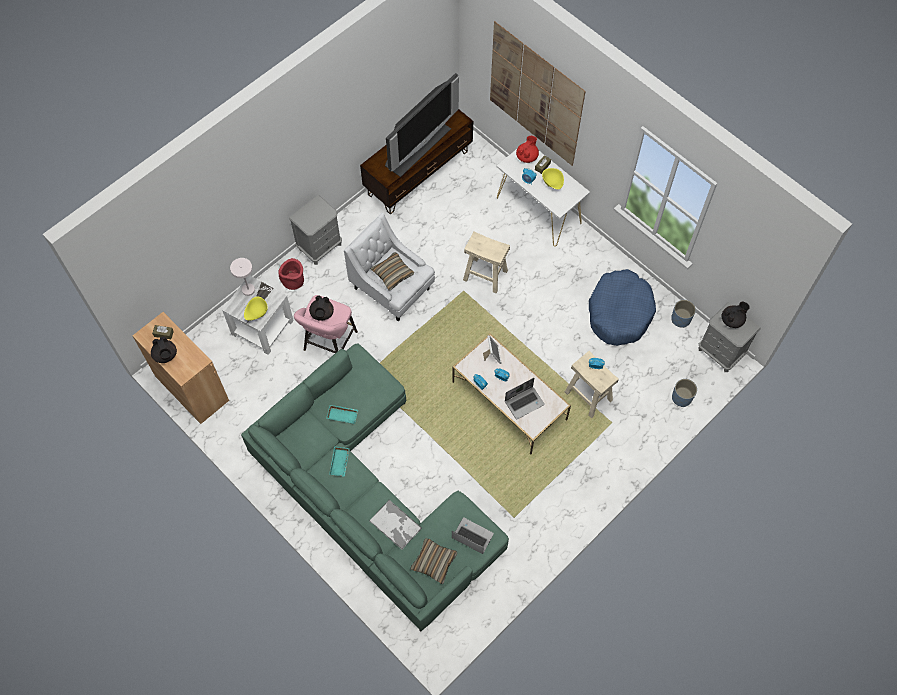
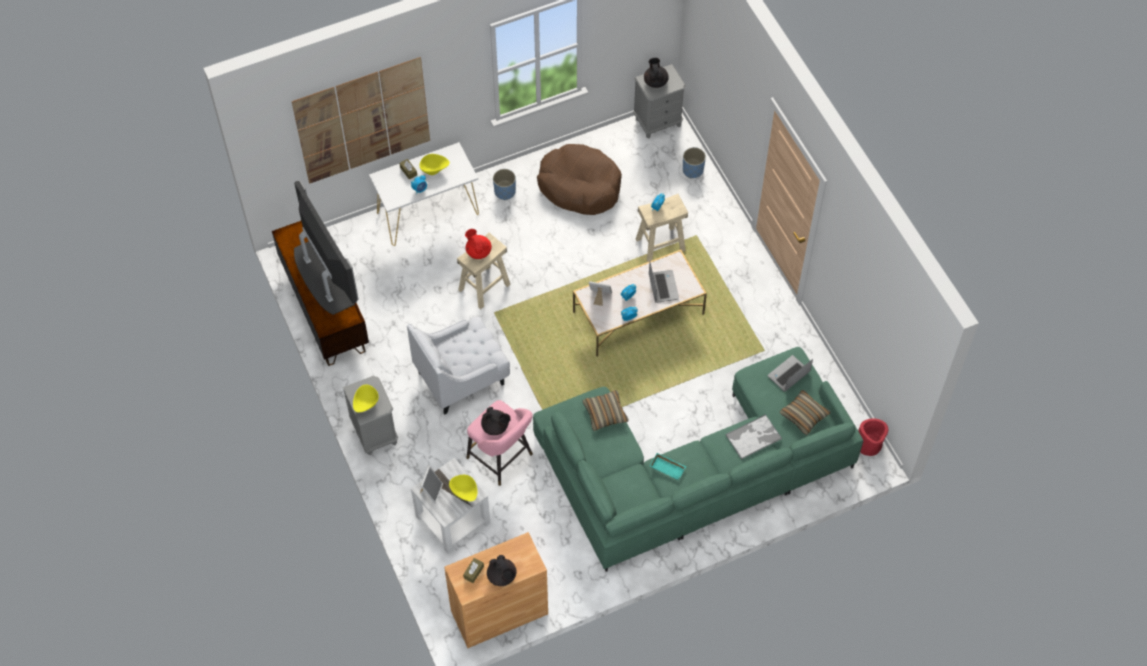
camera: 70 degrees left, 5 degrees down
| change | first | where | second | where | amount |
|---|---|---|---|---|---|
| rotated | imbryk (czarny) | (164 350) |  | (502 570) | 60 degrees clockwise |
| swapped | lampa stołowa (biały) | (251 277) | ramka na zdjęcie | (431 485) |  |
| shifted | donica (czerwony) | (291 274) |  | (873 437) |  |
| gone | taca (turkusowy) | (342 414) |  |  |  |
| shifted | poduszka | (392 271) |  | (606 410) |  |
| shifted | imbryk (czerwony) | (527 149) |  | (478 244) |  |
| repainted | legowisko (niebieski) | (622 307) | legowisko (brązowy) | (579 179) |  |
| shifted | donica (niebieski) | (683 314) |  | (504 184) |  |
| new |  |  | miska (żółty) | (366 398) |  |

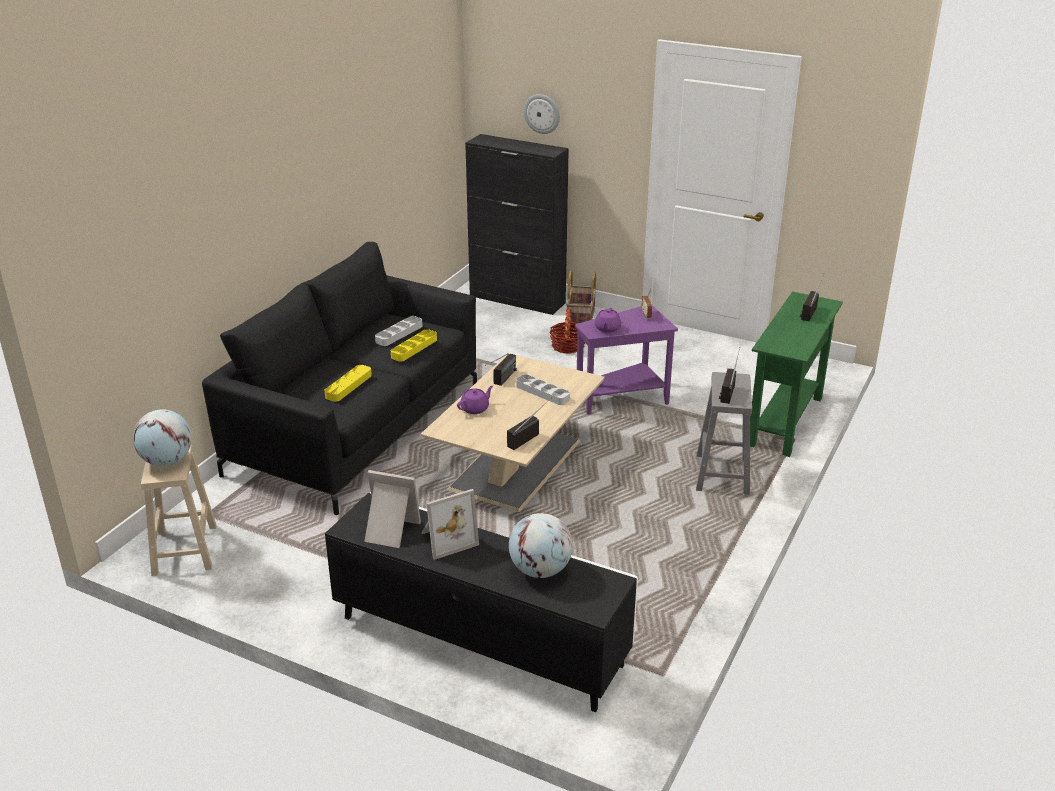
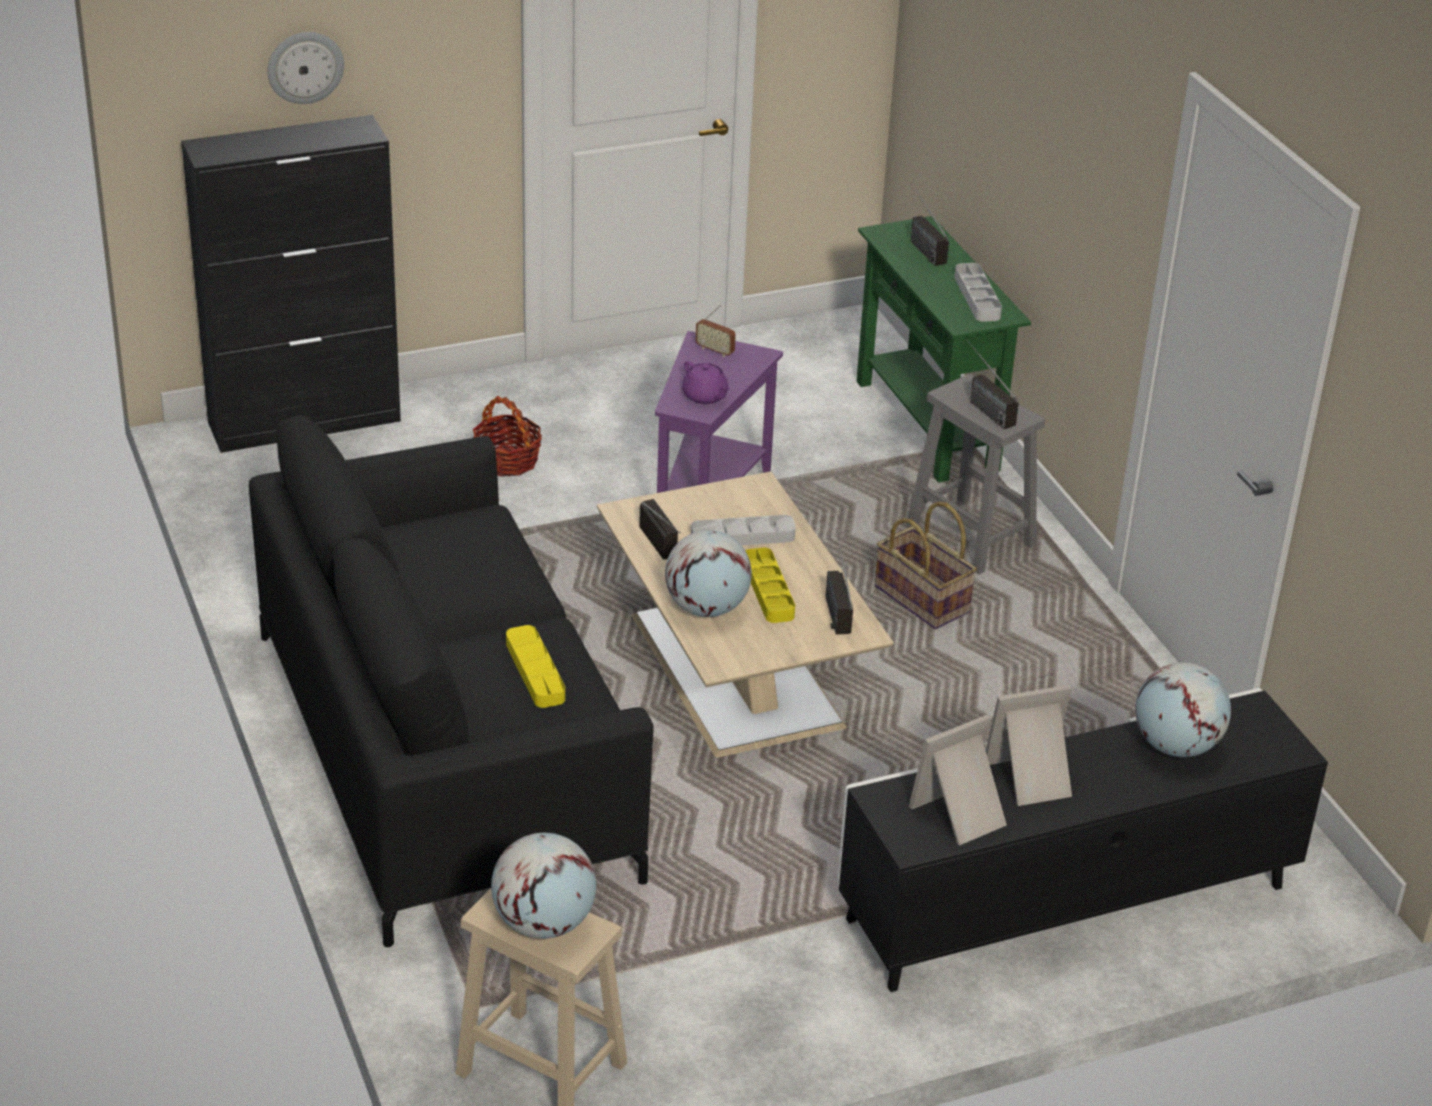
camera: 50 degrees left, 5 degrees up
| change | first | where | second | where | amount |
|---|---|---|---|---|---|
| shifted | taca (szary) | (399 331) |  | (978 292) |  |
| shifted | taca (żółty) | (414 345) |  | (770 585) |  |
| rotated | ramka na zdjęcie | (450 524) |  | (1029 745) | 120 degrees counterclockwise |
| swapped | imbryk (fioletowy) | (475 399) | globus | (708 573) |  |
| shifted | koszyk | (581 296) |  | (926 565) |  |

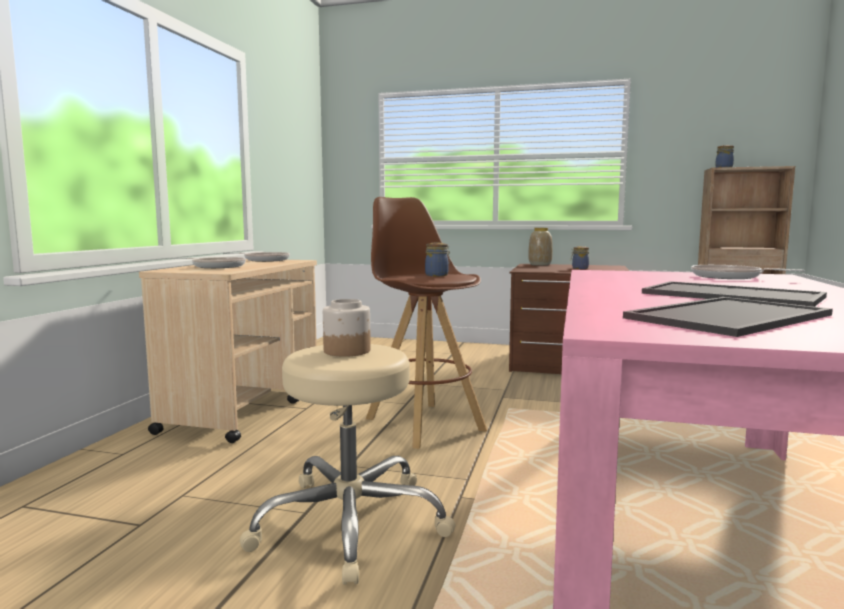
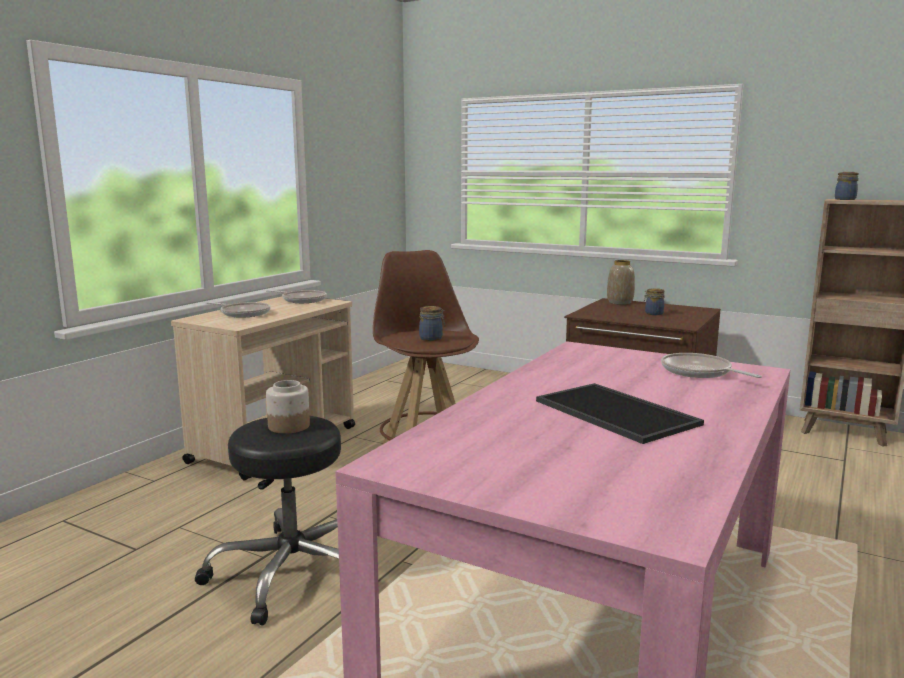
camera: 15 degrees right, 5 degrees up
| change | first | where | second | where | amount |
|---|---|---|---|---|---|
| repainted | stołek (beżowy) | (347 464) | stołek (czarny) | (268 520) |  |
| gone | taca | (728 317) |  |  |  |

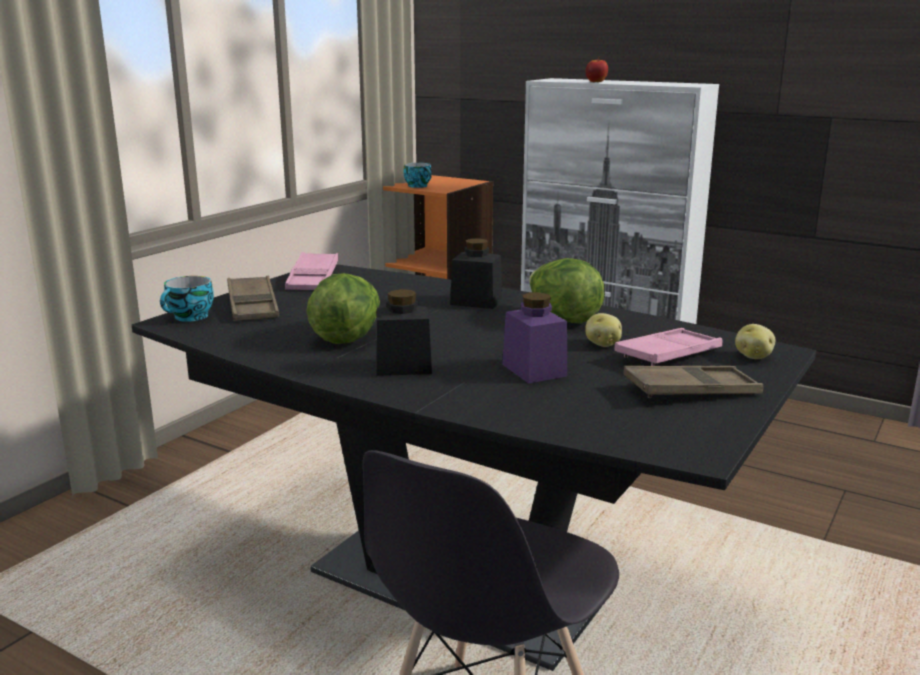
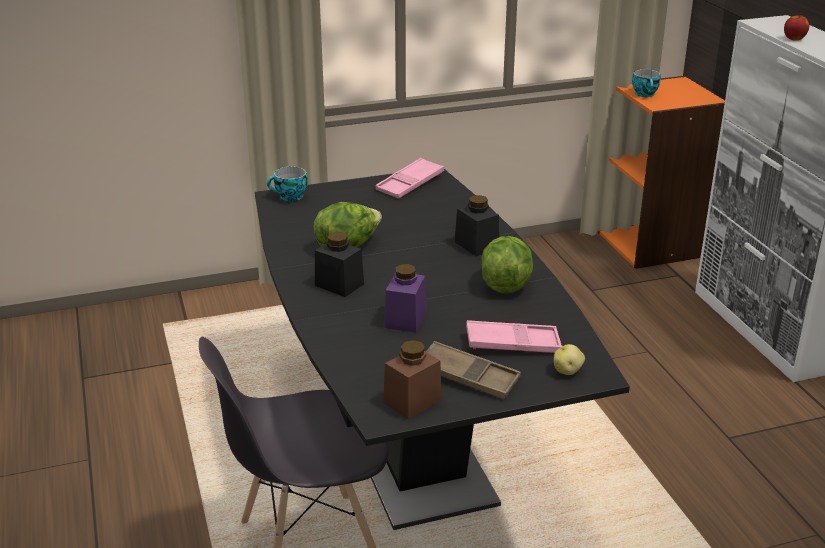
camera: 40 degrees right, 10 degrees up
| change | first | where | second | where | amount |
|---|---|---|---|---|---|
| gone | taca (brązowy) | (253 298) |  |  |  |
| gone | ziemniak | (603 330) |  |  |  |
| new |  |  | słoik (brązowy) | (412 379) |  |

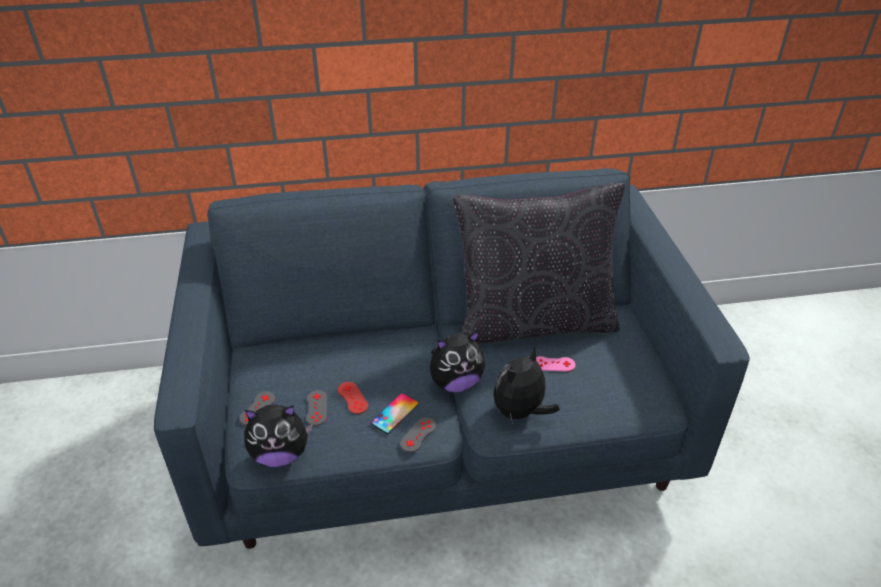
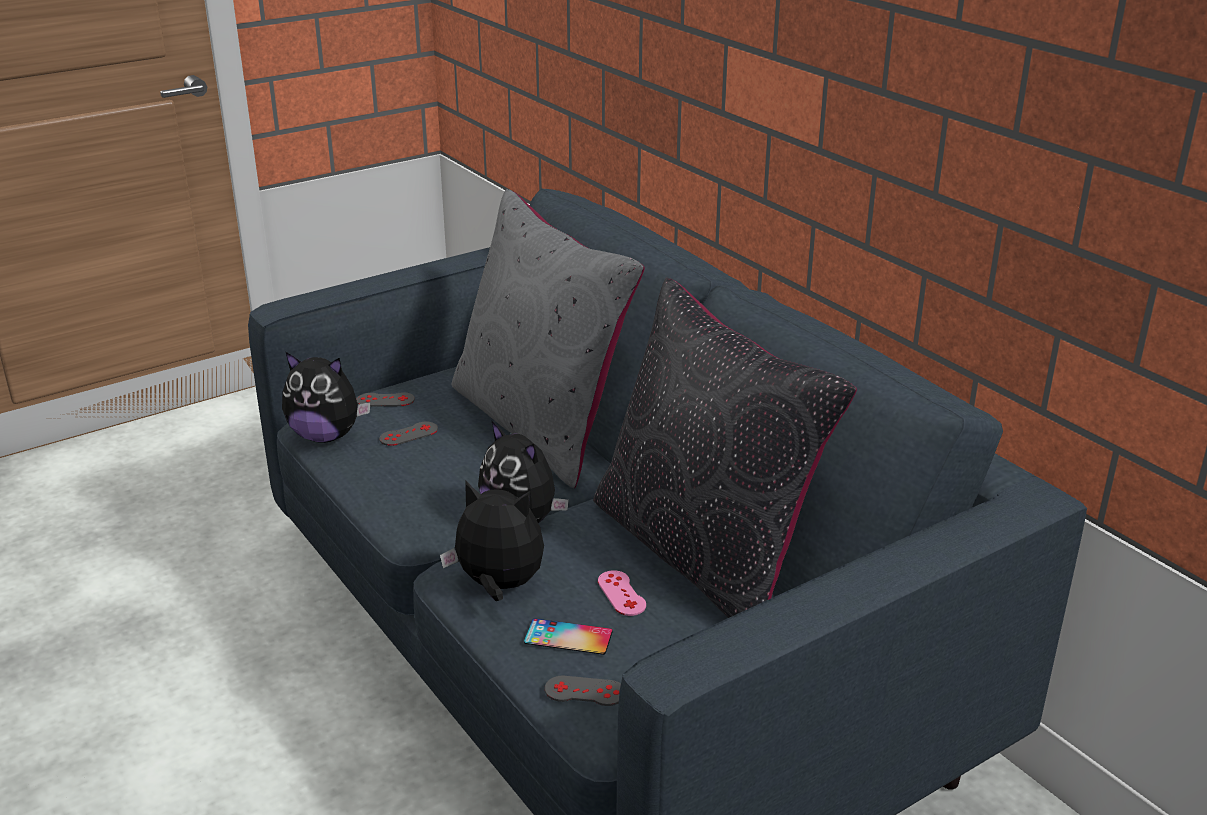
camera: 65 degrees right, 10 degrees down
| change | first | where | second | where | amount |
|---|---|---|---|---|---|
| rotated | pluszak | (278 435) |  | (326 397) | 45 degrees counterclockwise |
| gone | pad do gier (czerwony) | (353 398) |  |  |  |
| shifted | telefon | (394 413) |  | (568 636) |  |
| shifted | pad do gier (szary) | (418 434) |  | (583 691) |  |
| new |  |  | poduszka (szary) | (548 338) |  |

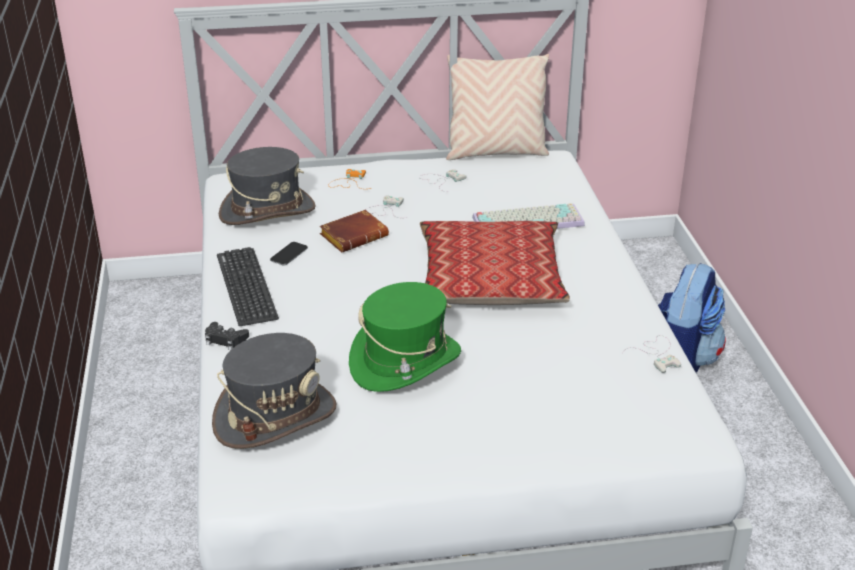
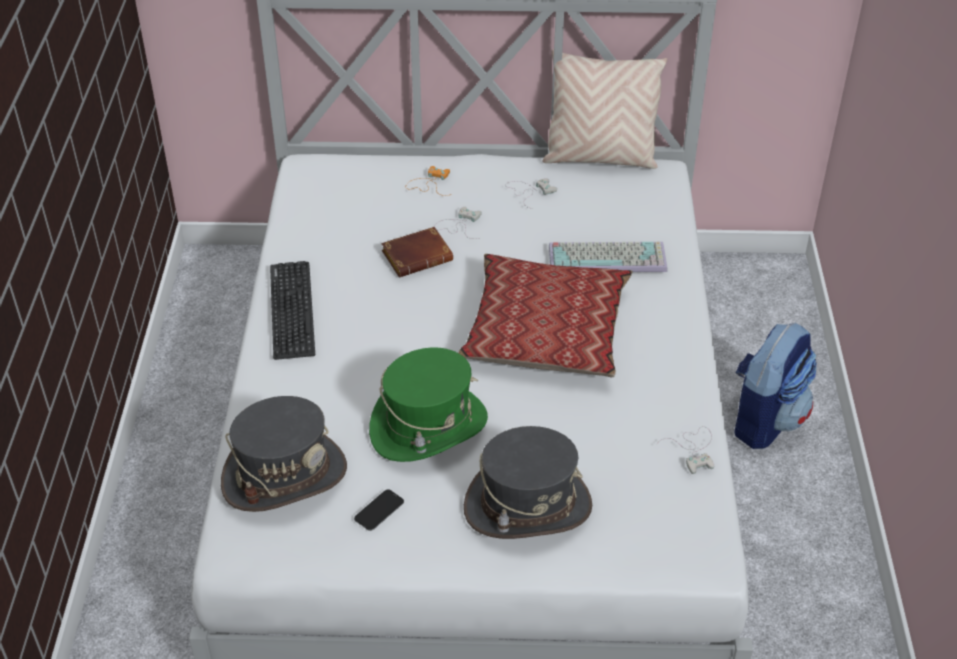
camera: 10 degrees right, 10 degrees up
| change | first | where | second | where | amount |
|---|---|---|---|---|---|
| gone | pad do gier (czarny) | (227 336) |  |  |  |
| shifted | kapelusz (szary) | (267 186) |  | (528 482) |  |
| shifted | telefon | (289 254) |  | (379 510) |  |

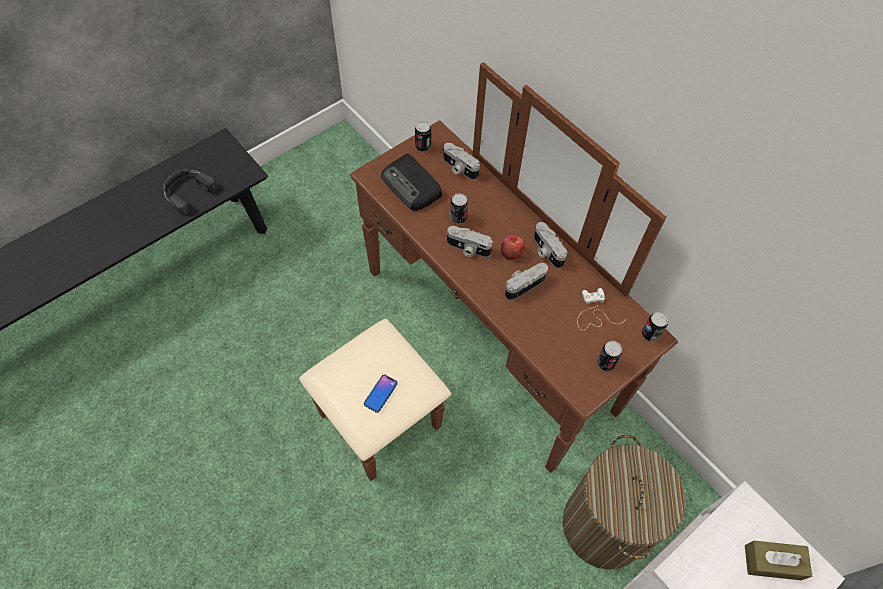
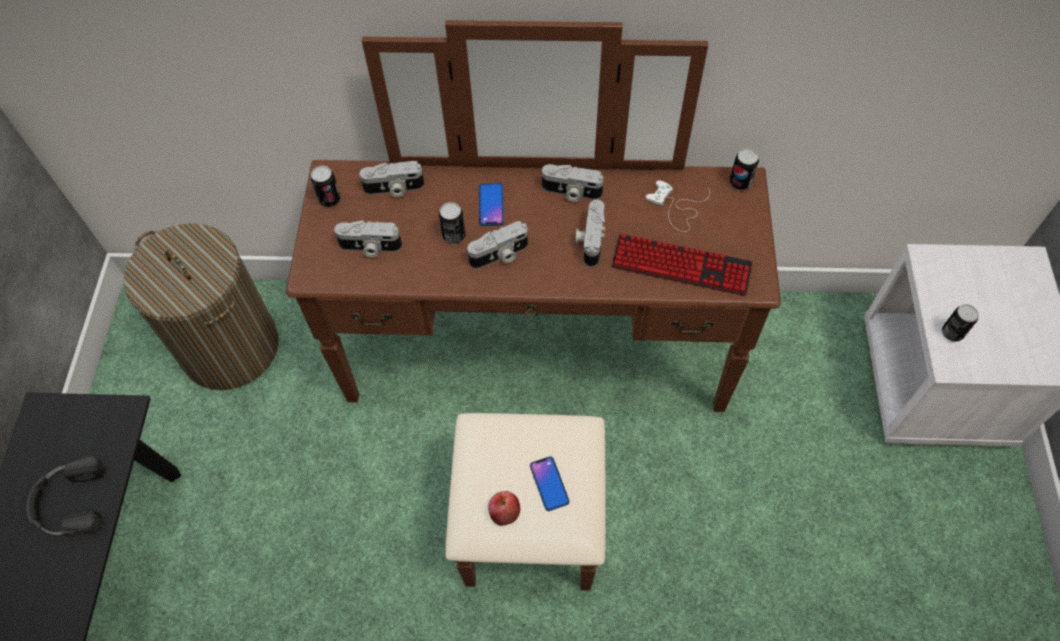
camera: 45 degrees left, 0 degrees up
| change | first | where | second | where | amount |
|---|---|---|---|---|---|
| swapped | radio | (411 182) | aparat fotograficzny | (368 238) |  |
| shifted | jabłko | (513 247) |  | (504 508) |  |
| shifted | kosz na pranie | (624 502) |  | (201 306) |  |
| shifted | puszka | (609 356) |  | (960 323) |  |
| gone | pudełko chusteczek (brązowy) | (778 560) |  |  |  |
| new |  |  | telefon | (491 204) |  |
| new |  |  | klawiatura | (682 265) |  |

